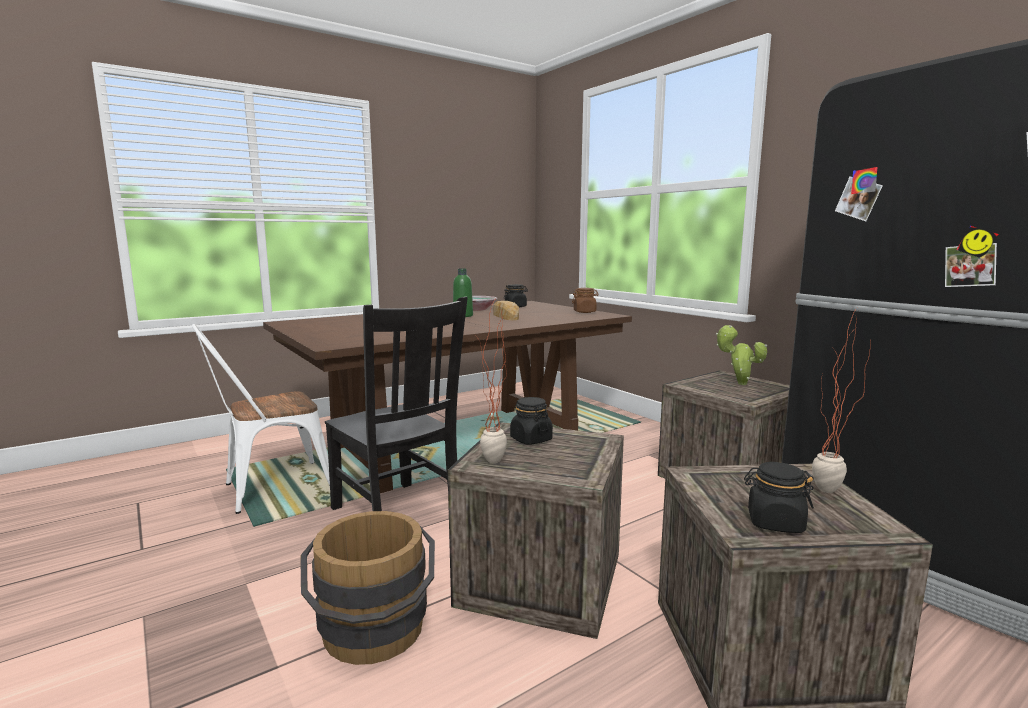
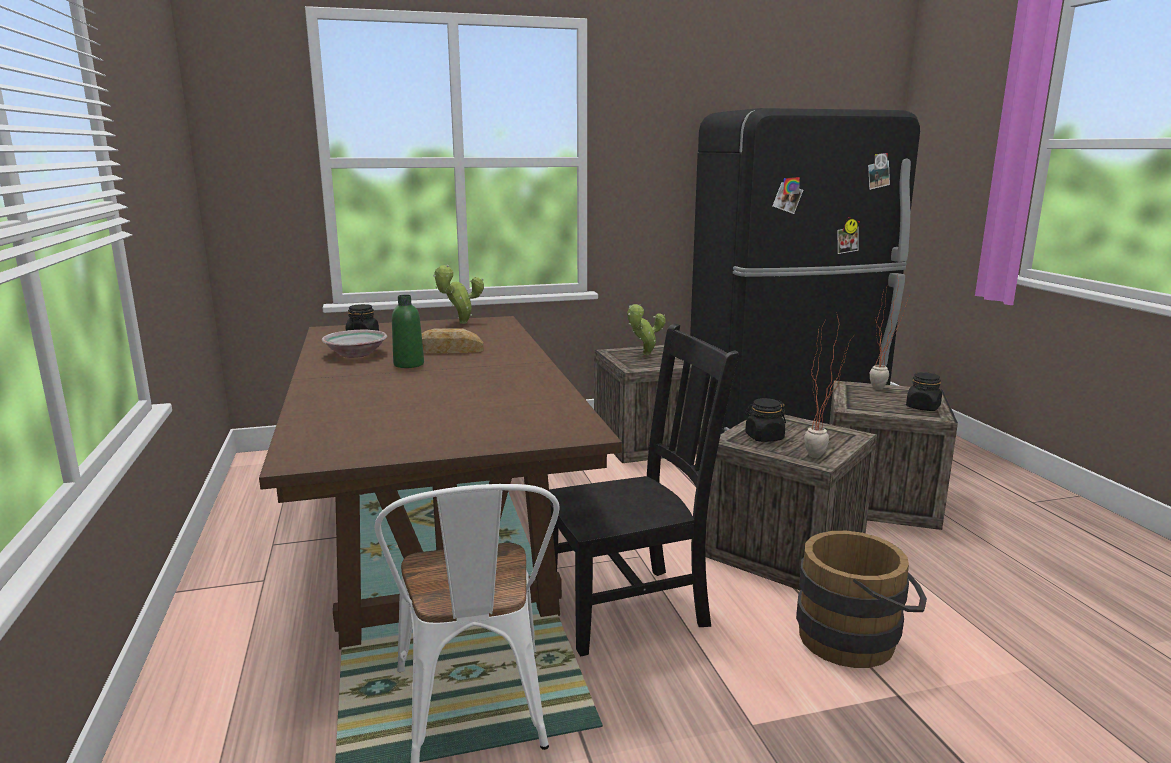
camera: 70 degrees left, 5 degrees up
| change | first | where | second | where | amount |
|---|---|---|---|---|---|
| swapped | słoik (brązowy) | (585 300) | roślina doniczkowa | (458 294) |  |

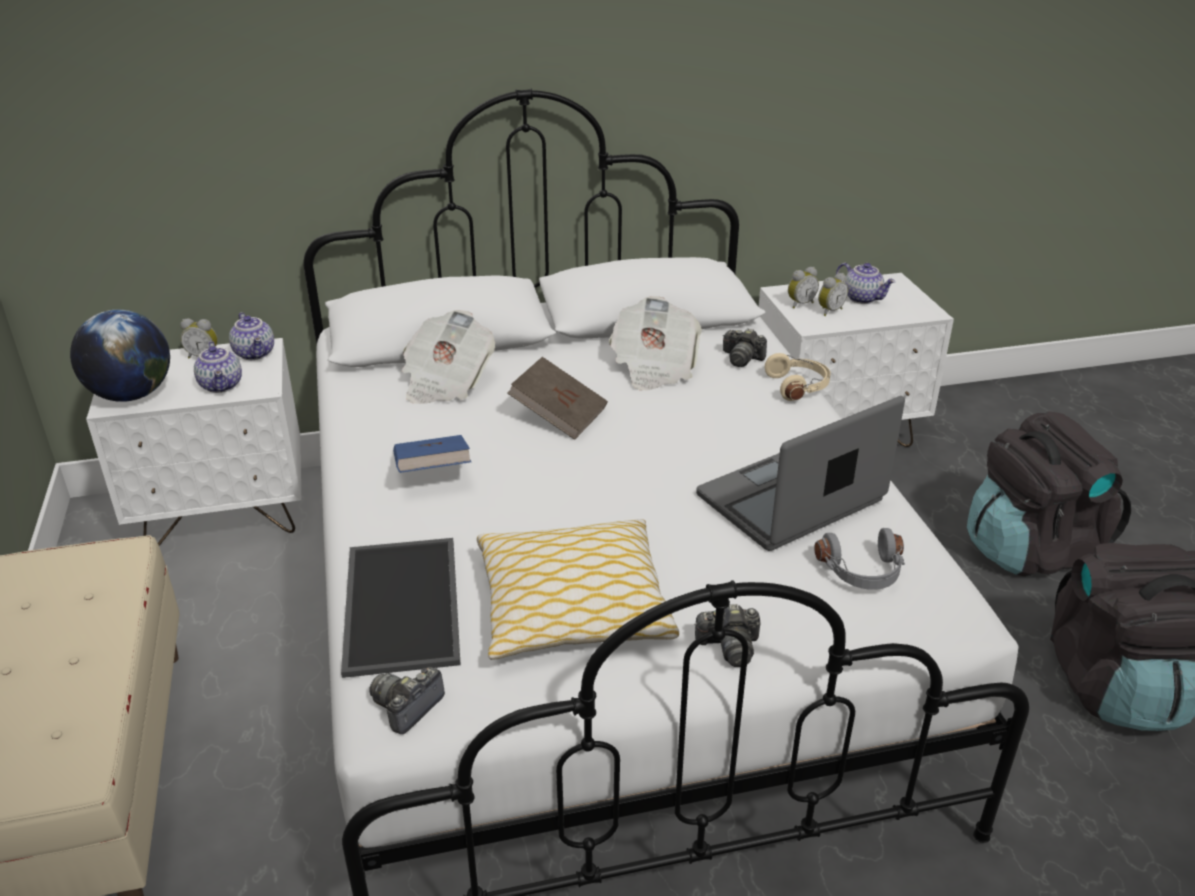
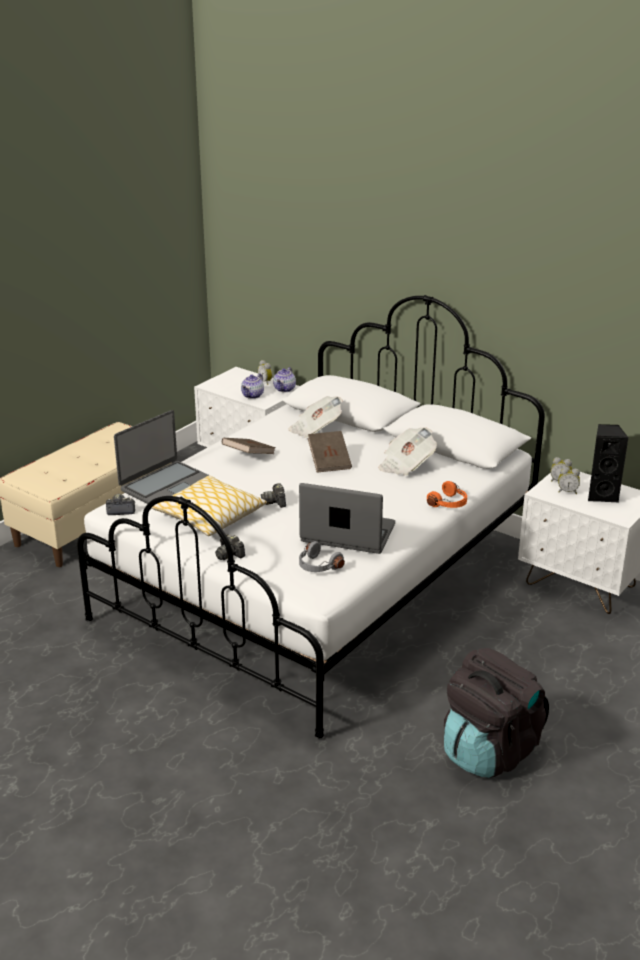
camera: 50 degrees right, 5 degrees down
| change | first | where | second | where | amount |
|---|---|---|---|---|---|
| gone | globus | (120 356) |  |  |  |
| swapped | taca | (401 608) | laptop | (161 457) |  |
| repainted | książka (niebieski) | (432 454) | książka (brązowy) | (249 446) |  |
| shifted | aparat fotograficzny | (745 347) |  | (273 495) |  |
| repainted | słuchawki (beżowy) | (797 377) | słuchawki (pomarańczowy) | (447 494) |  |
| swapped | imbryk | (866 283) | głośnik (czarny) | (608 463) |  |
| gone | plecak (czarny) | (1049 494) |  |  |  |

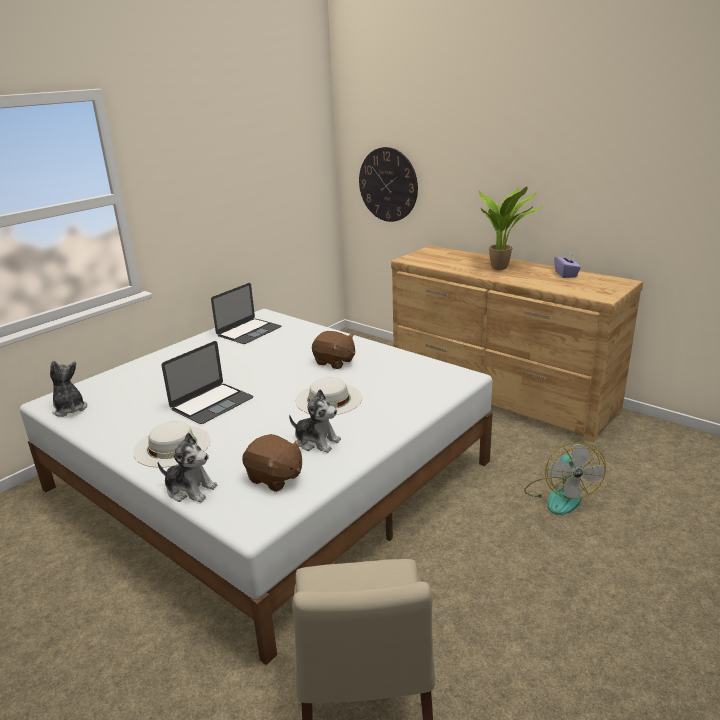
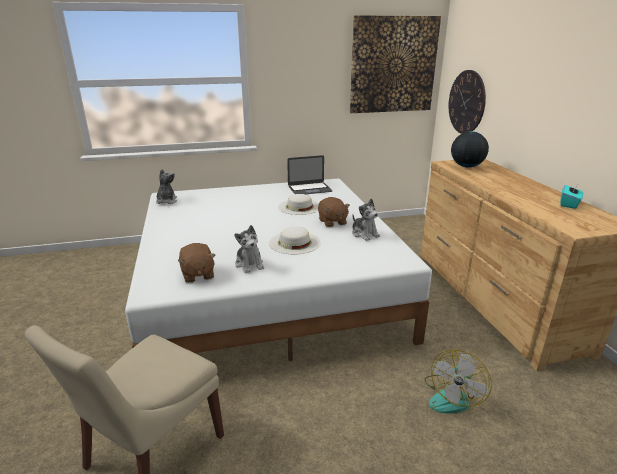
camera: 35 degrees right, 0 degrees up
| change | first | where | second | where | amount |
|---|---|---|---|---|---|
| shifted | kapelusz (biały) | (172 444) |  | (298 204) |  |
| shifted | pluszak | (187 467) |  | (366 220) |  |
| gone | laptop | (207 382) |  |  |  |
| gone | roślina doniczkowa | (510 228) |  |  |  |
| repainted | pudełko chusteczek (fioletowy) | (567 265) | pudełko chusteczek (turkusowy) | (571 196) |  |
| new |  |  | obraz | (395 64) |  |
| new |  |  | globus | (470 149) |  |

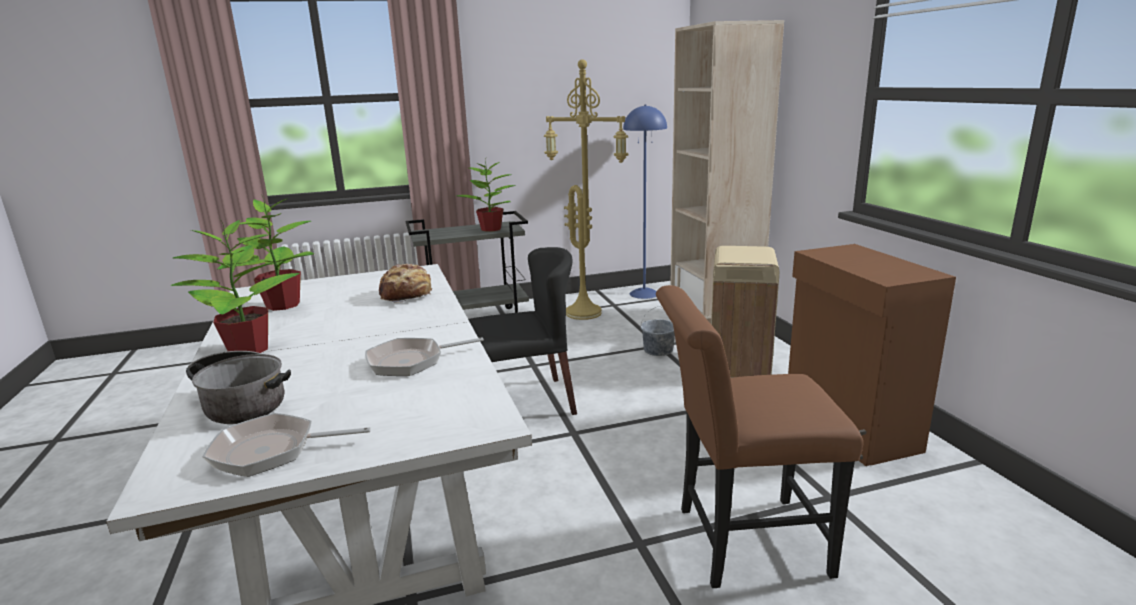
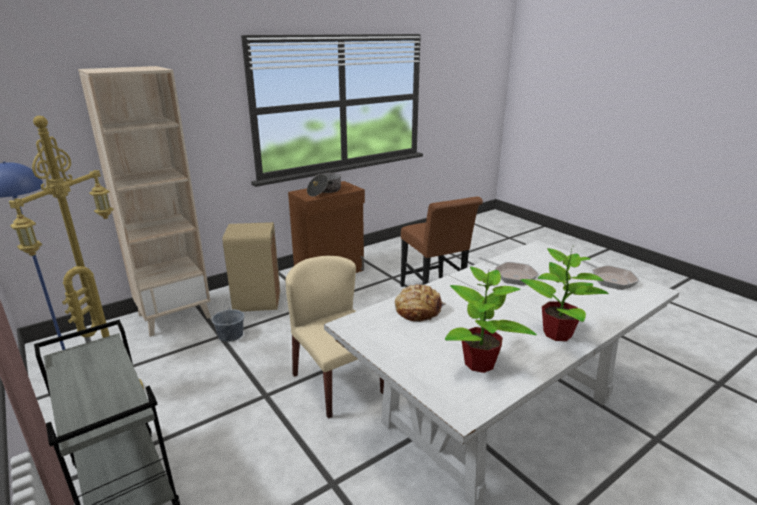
camera: 110 degrees left, 5 degrees up
| change | first | where | second | where | amount |
|---|---|---|---|---|---|
| shifted | garnek | (238 387) |  | (324 184) |  |
| gone | roślina doniczkowa | (486 195) |  |  |  |
| repainted | krzesło (czarny) | (522 331) | krzesło (beżowy) | (335 337) |  |

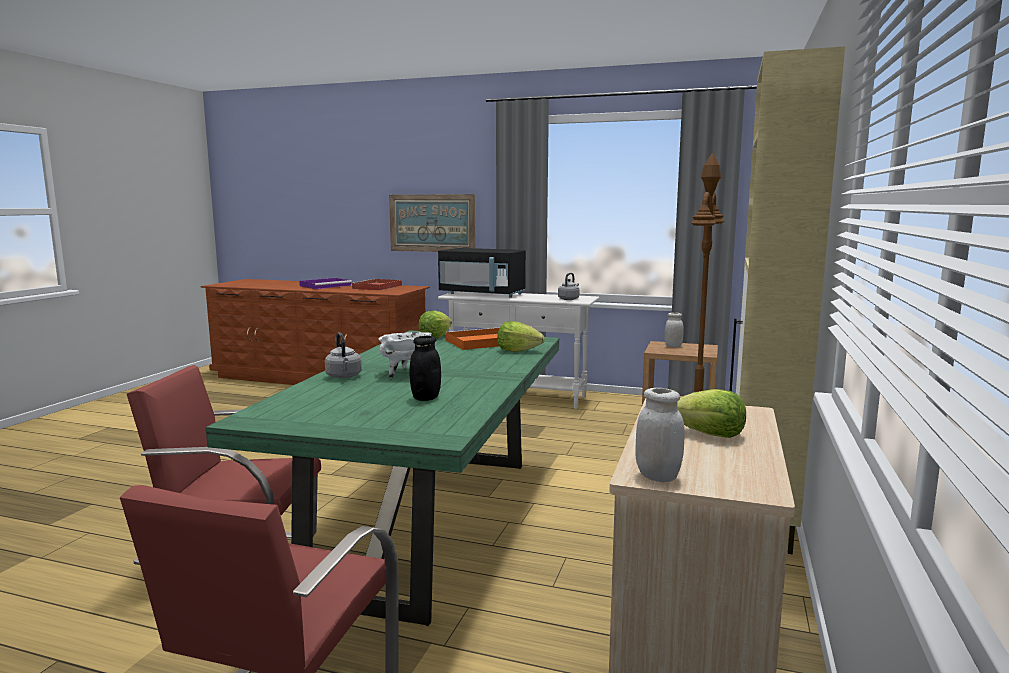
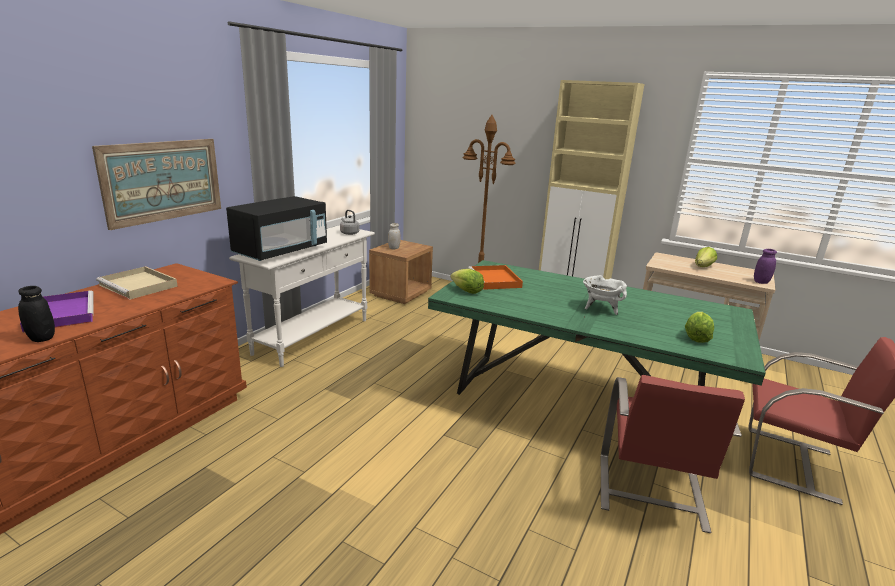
camera: 80 degrees left, 10 degrees up
| change | first | where | second | where | amount |
|---|---|---|---|---|---|
| gone | czajnik (szary) | (343 355) |  |  |  |
| repainted | taca (czerwony) | (376 284) | taca (beżowy) | (137 283) |  |
| shifted | słoik (czarny) | (425 368) |  | (36 314) |  |
| shifted | sałata | (521 336) |  | (699 327) |  |
| repainted | słoik (biały) | (660 435) | słoik (fioletowy) | (765 266) |  |

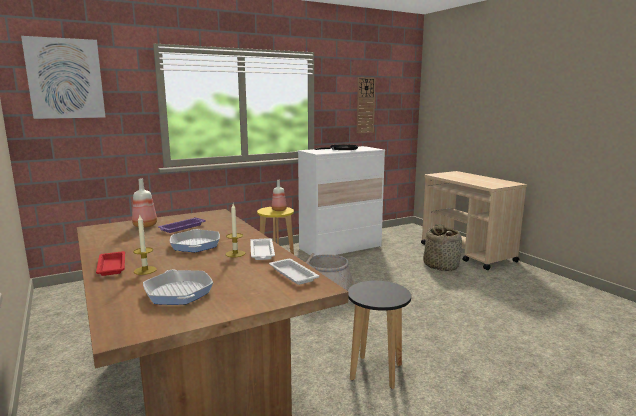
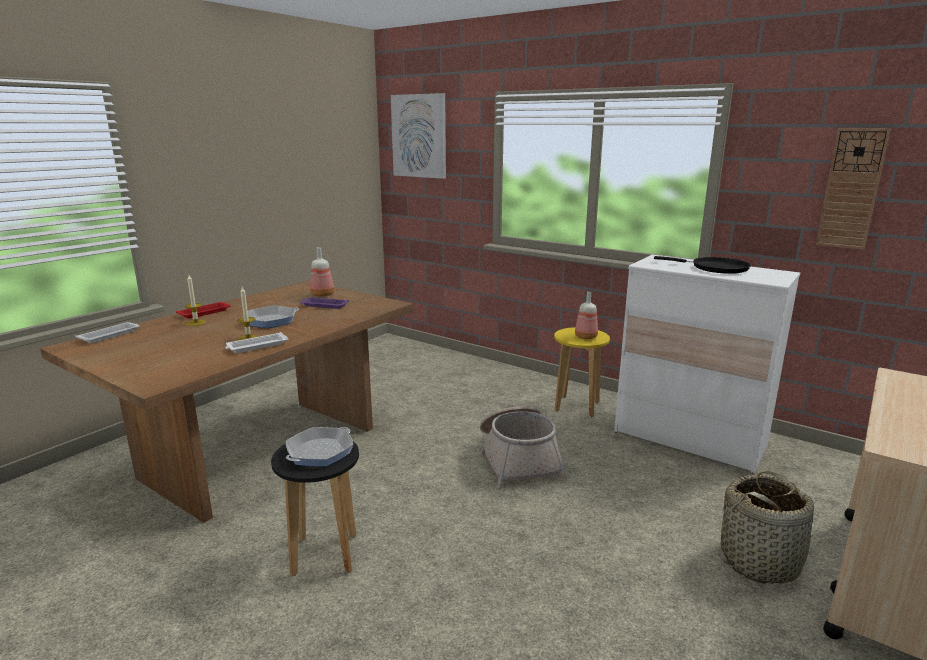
camera: 65 degrees right, 5 degrees up
| change | first | where | second | where | amount |
|---|---|---|---|---|---|
| shifted | patelnia | (178 287) |  | (320 447) |  |
| shifted | taca (biały) | (294 272) |  | (107 332) |  |

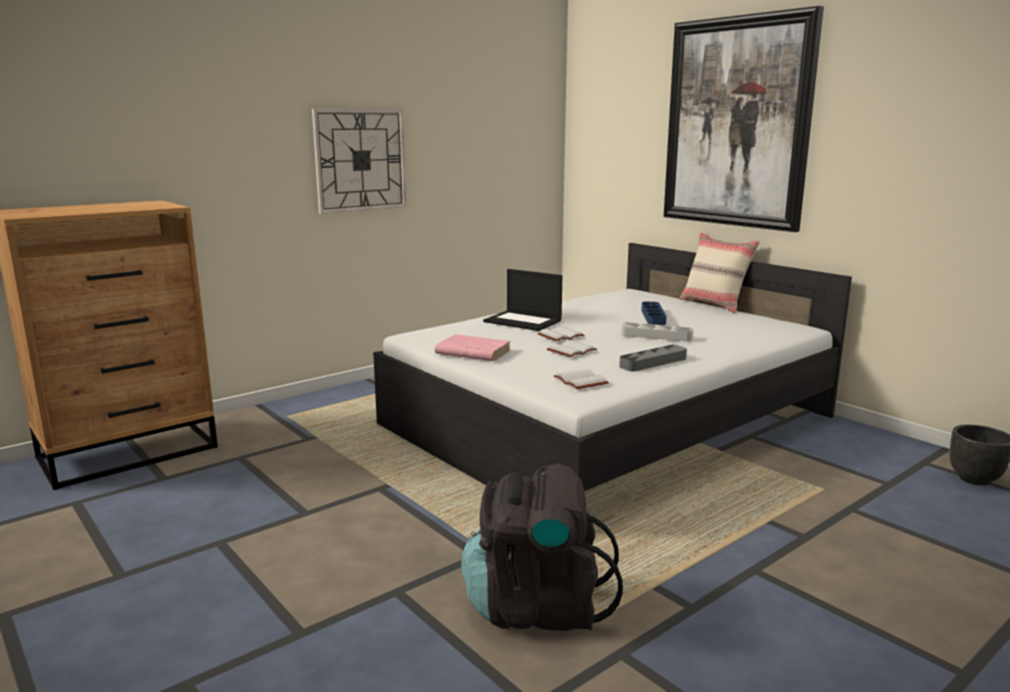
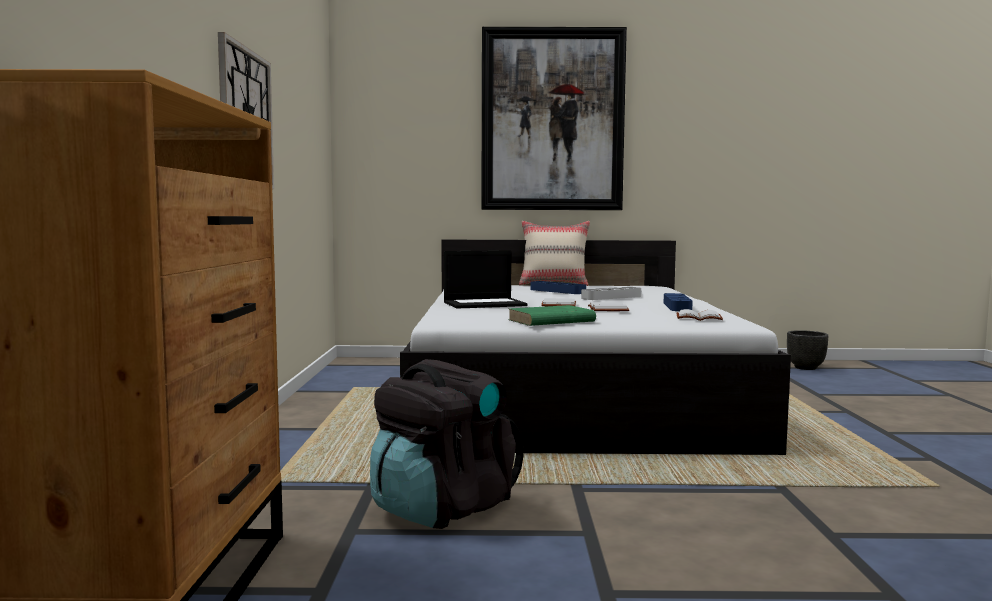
camera: 50 degrees left, 10 degrees down
| change | first | where | second | where | amount |
|---|---|---|---|---|---|
| repainted | książka (różowy) | (473 347) | książka (zielony) | (552 315) |  |
| shifted | plecak (czarny) | (542 547) |  | (447 444) |  |
| repainted | taca (szary) | (653 358) | taca (niebieski) | (678 302) |  |

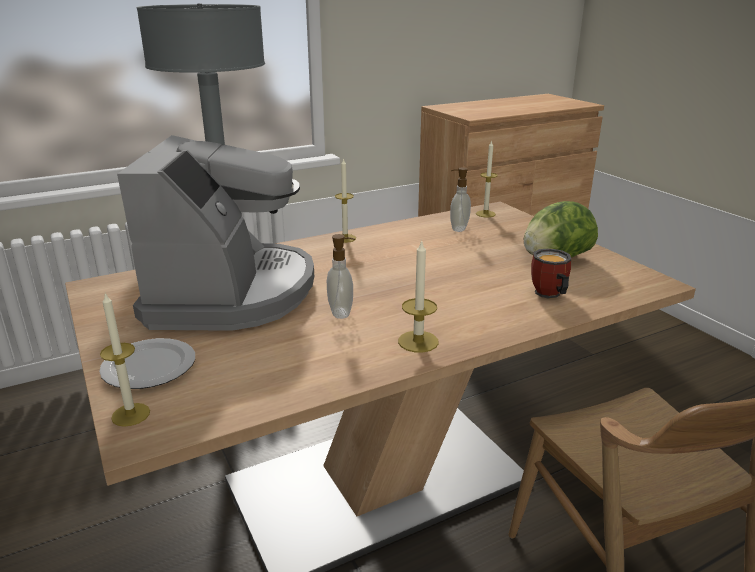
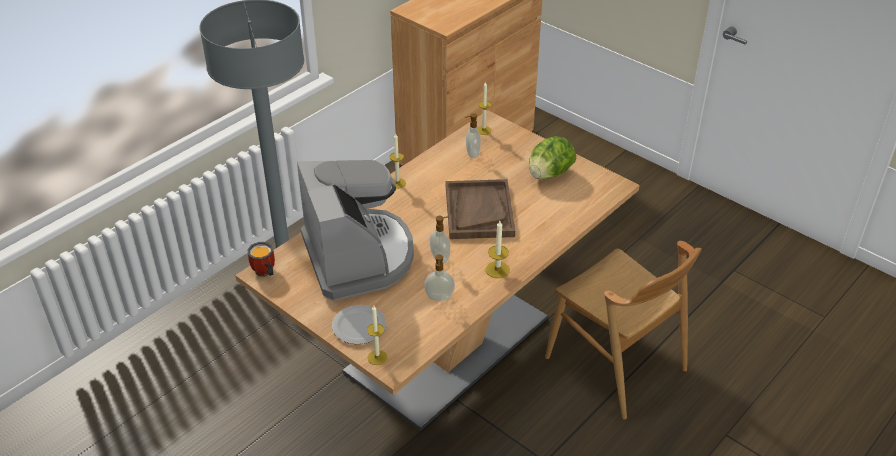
camera: 20 degrees left, 15 degrees up
| change | first | where | second | where | amount |
|---|---|---|---|---|---|
| shifted | kubek | (551 273) |  | (261 259) |  |
| new |  |  | dozownik mydła | (439 277) |  |
| new |  |  | taca (brązowy) | (480 209) |  |

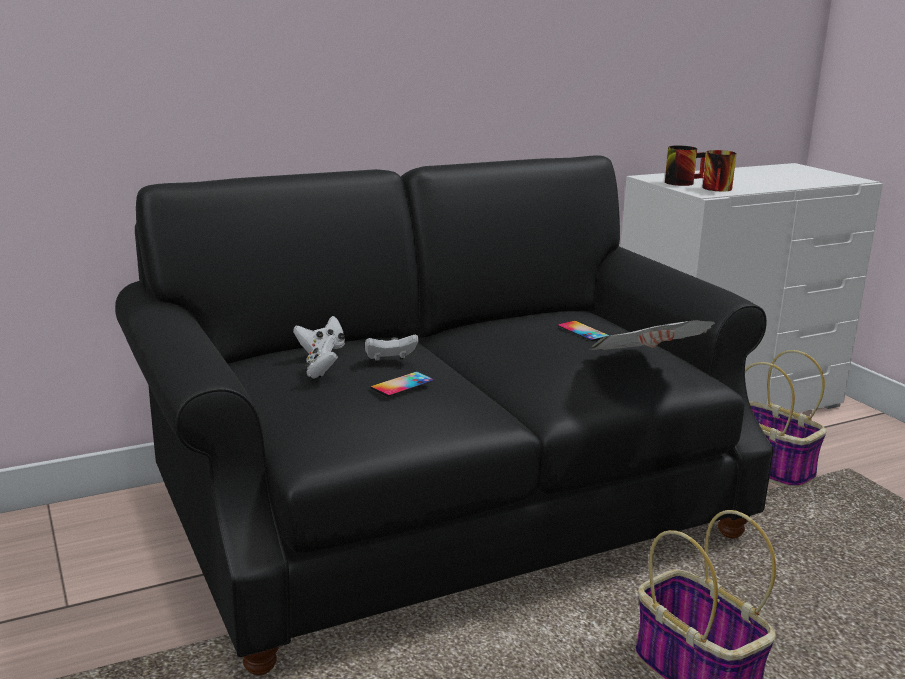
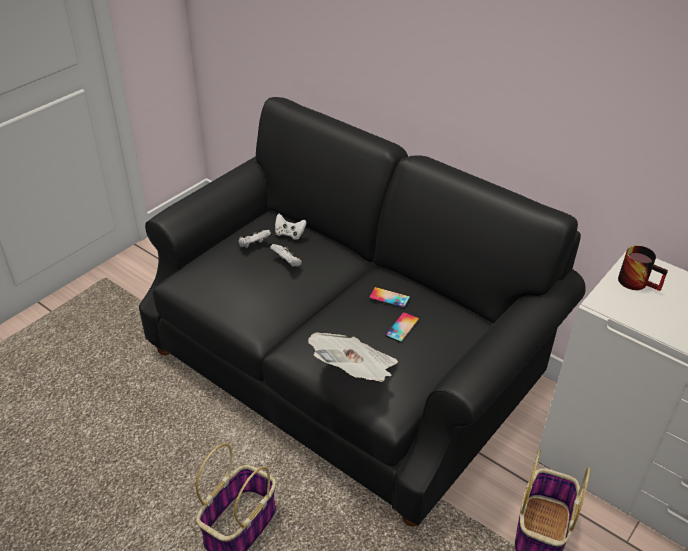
camera: 65 degrees right, 20 degrees up
| change | first | where | second | where | amount |
|---|---|---|---|---|---|
| shifted | telefon | (402 383) |  | (389 297) |  |
| gone | kubek | (719 170) |  |  |  |

